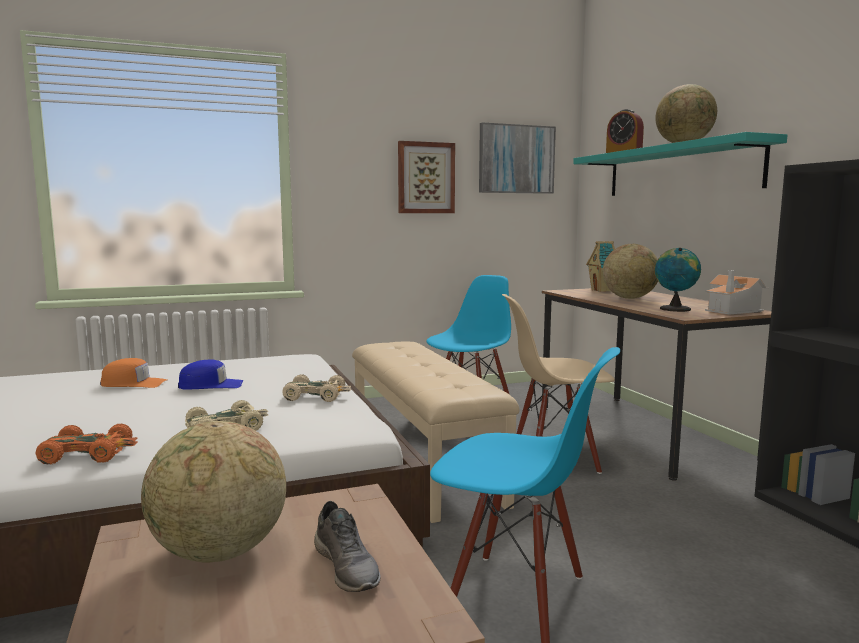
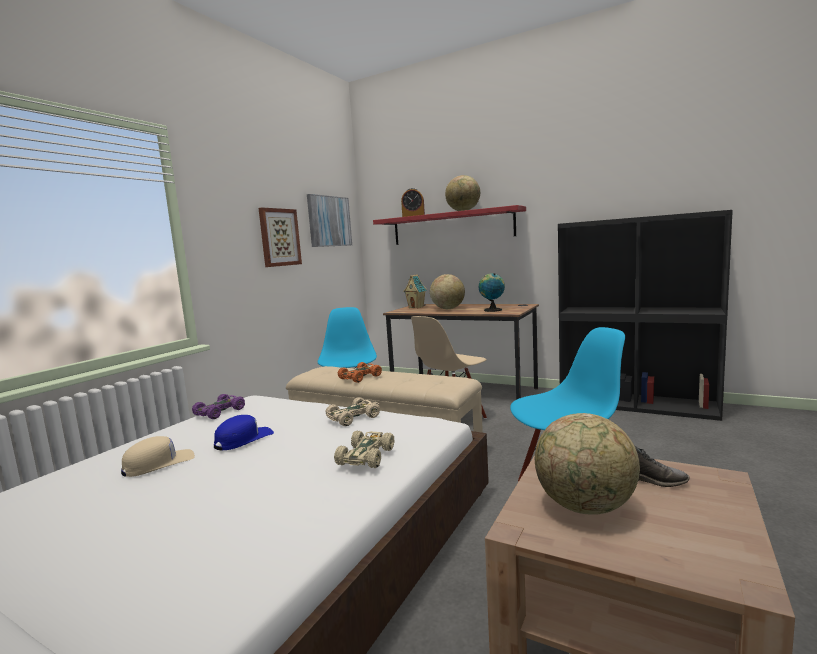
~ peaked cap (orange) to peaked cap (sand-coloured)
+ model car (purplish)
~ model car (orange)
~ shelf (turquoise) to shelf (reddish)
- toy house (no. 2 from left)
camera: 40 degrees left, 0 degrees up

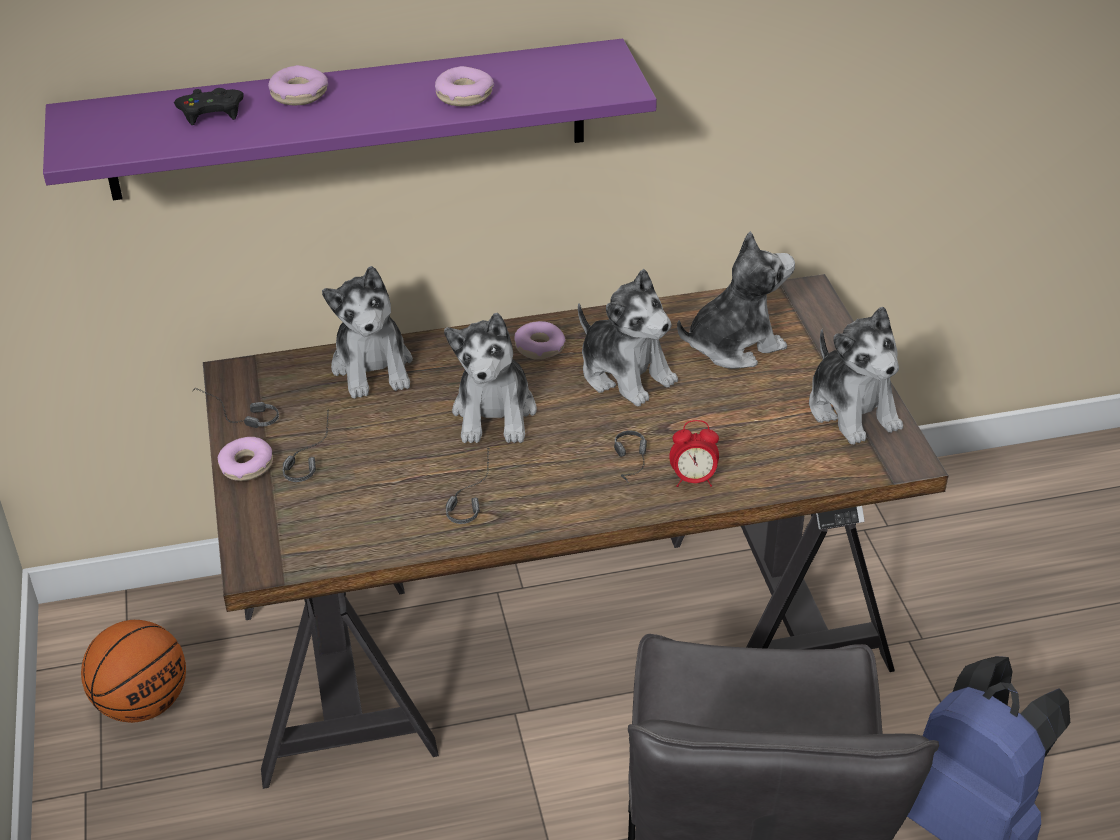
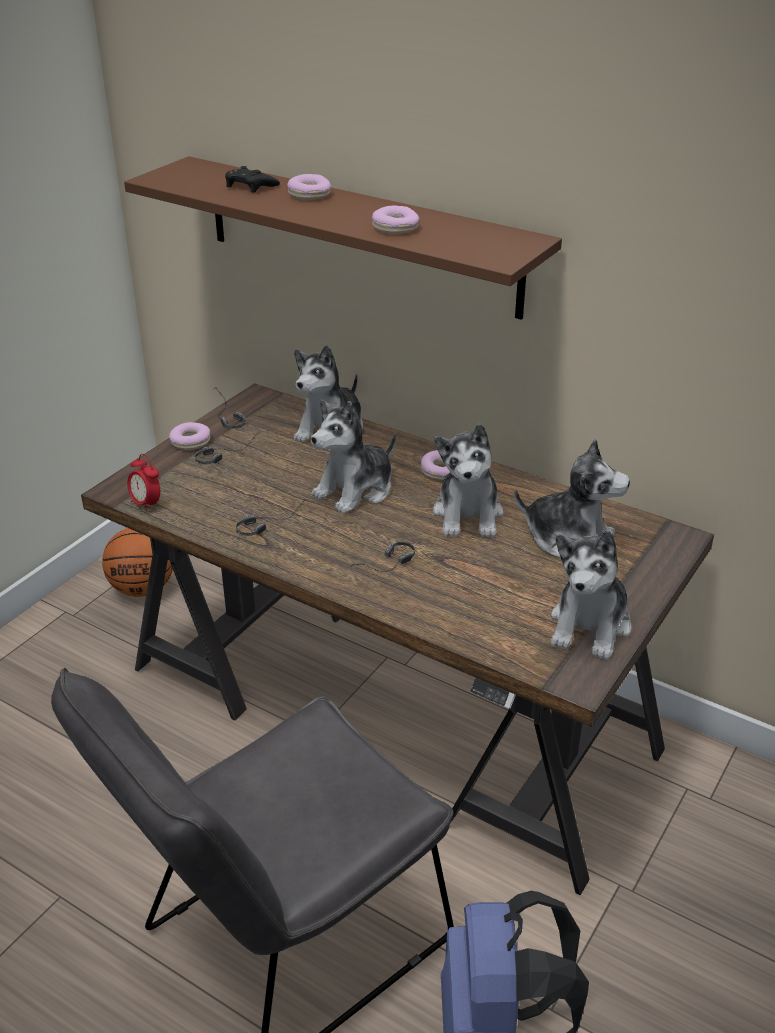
~ shelf (purplish) to shelf (brownish)
~ table clock
camera: 45 degrees right, 5 degrees down

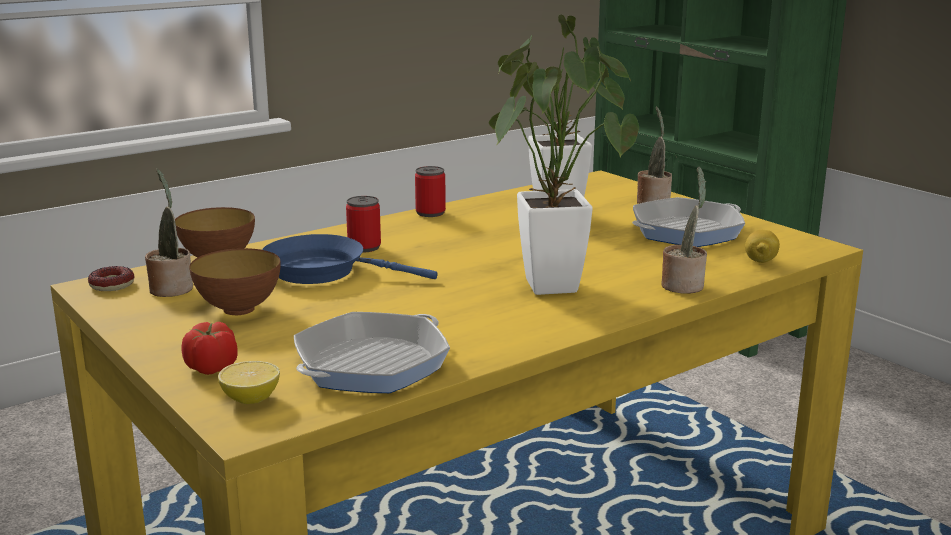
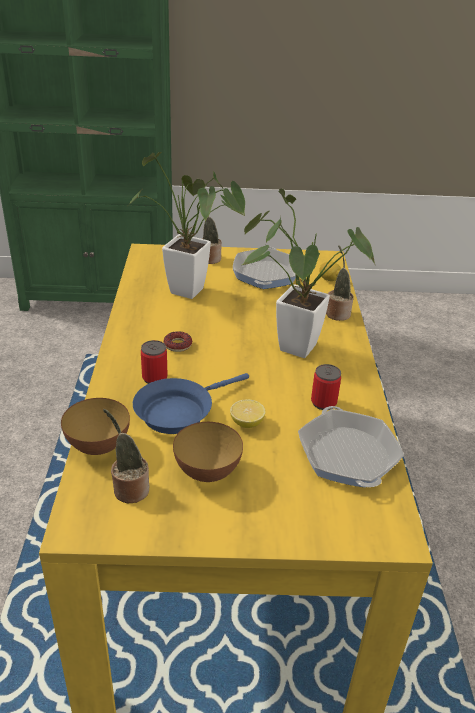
~ doughnut
~ whole lemon (no. 1 from left)
~ sealed can (no. 2 from left)
- tomato
camera: 55 degrees left, 15 degrees up

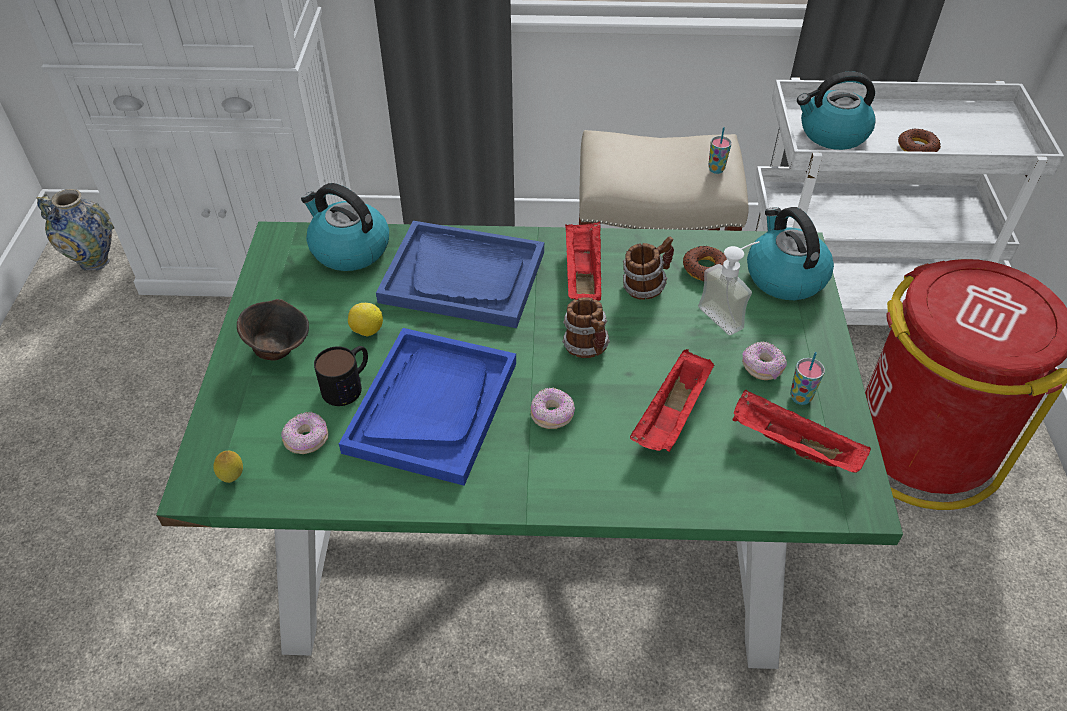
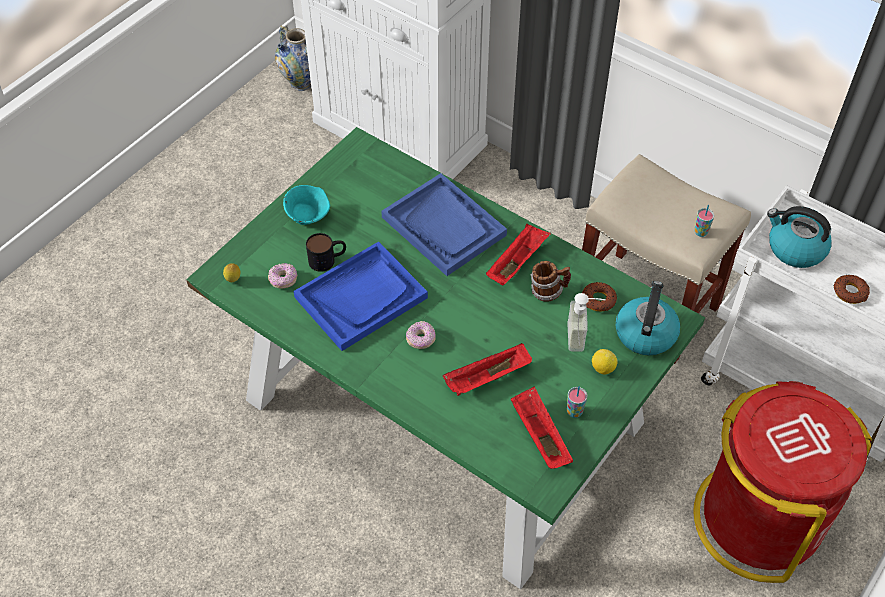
~ bowl (brownish) to bowl (turquoise)
~ whole lemon (no. 2 from left)
- tea kettle (no. 1 from left)
- tea mug (no. 2 from left)
- doughnut (no. 4 from left)
camera: 35 degrees right, 5 degrees up

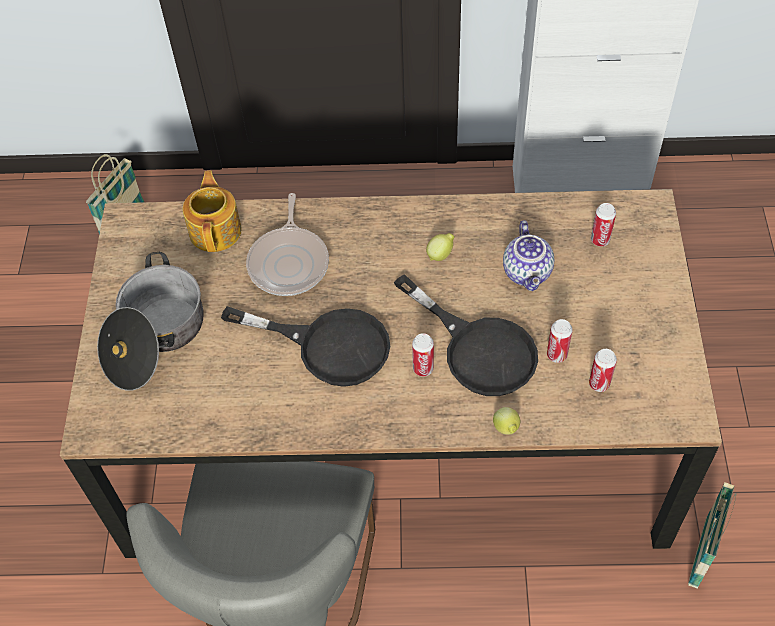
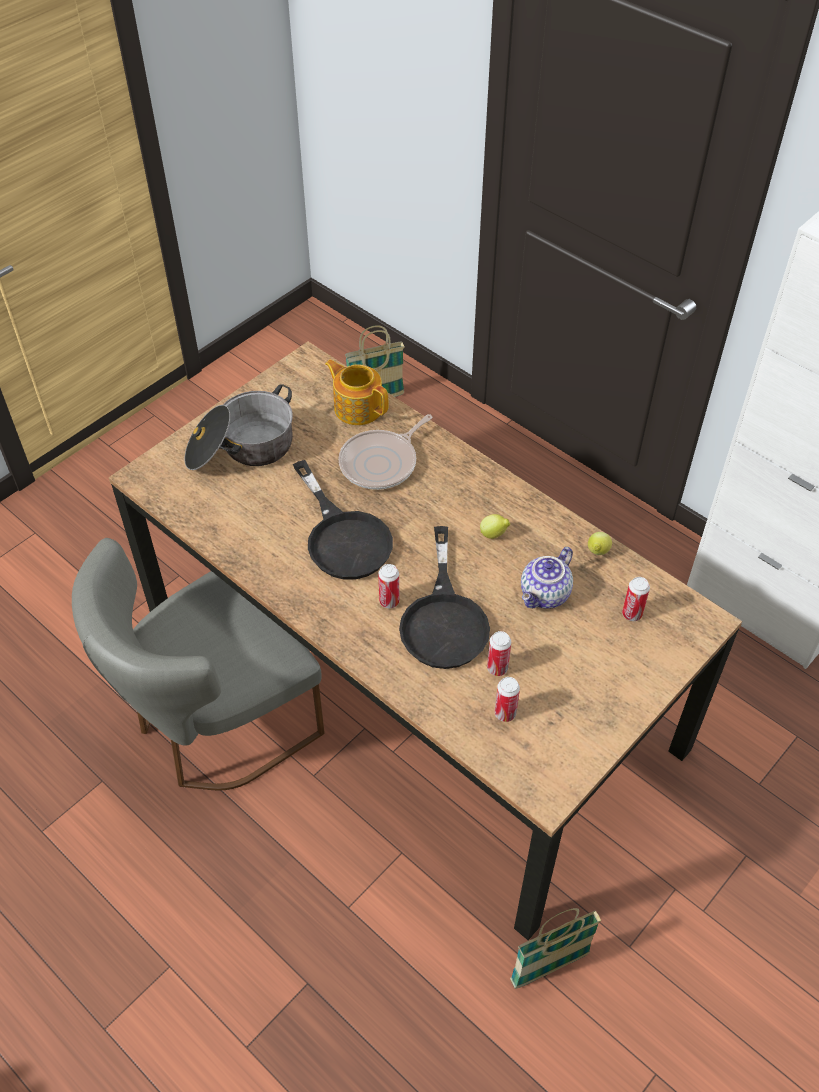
~ teapot (no. 1 from left) 90 degrees counterclockwise
~ whole lemon (no. 2 from left)
camera: 40 degrees right, 5 degrees down

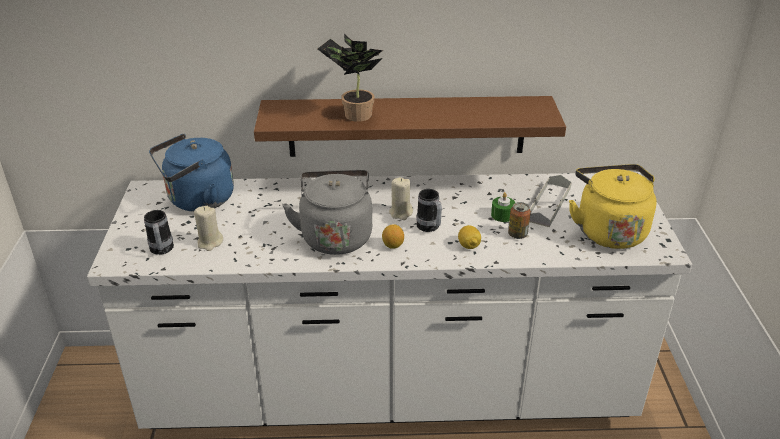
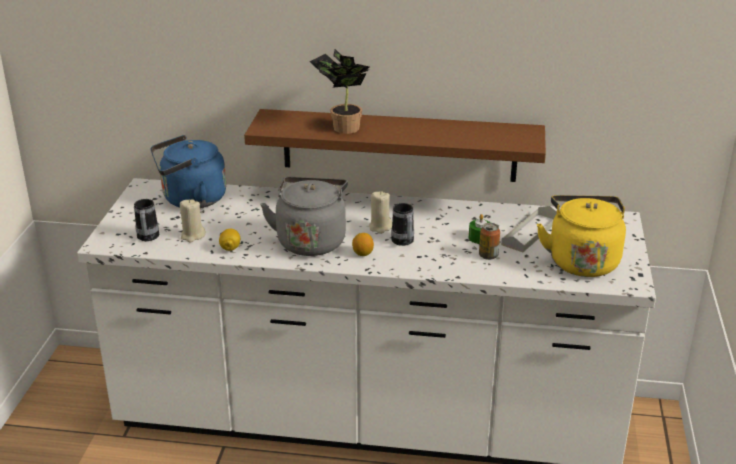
~ whole lemon (no. 2 from left in the first image) to whole lemon (no. 1 from left)
camera: 10 degrees right, 5 degrees down

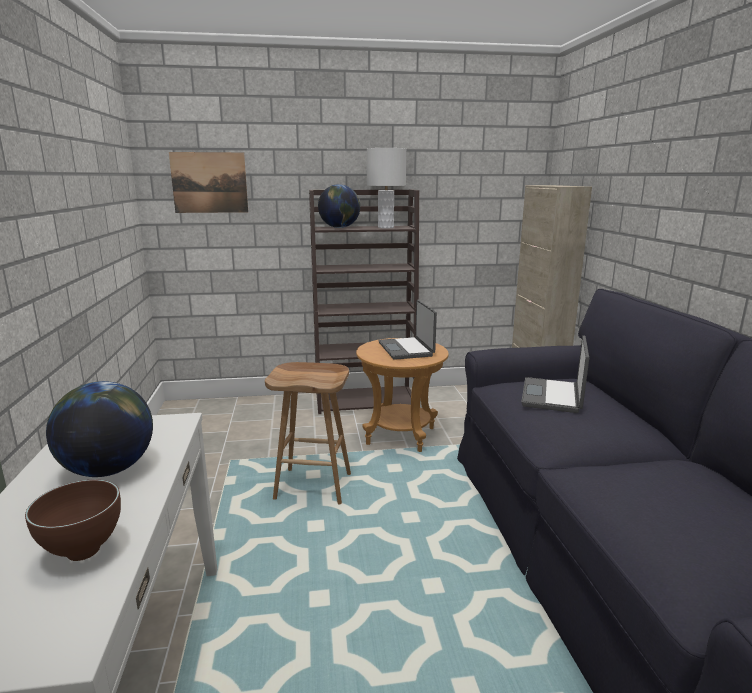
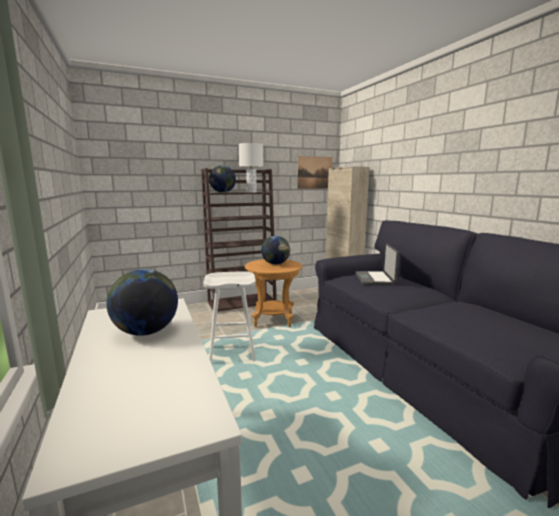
~ stool seat (brownish) to stool seat (whitish)
~ portable computer (no. 1 from left) to world globe (no. 3 from left)
~ picture
- bowl (brownish)
camera: 15 degrees left, 5 degrees down

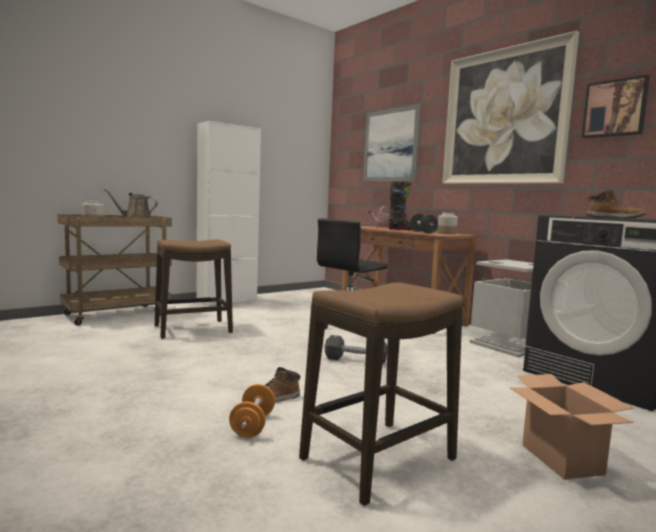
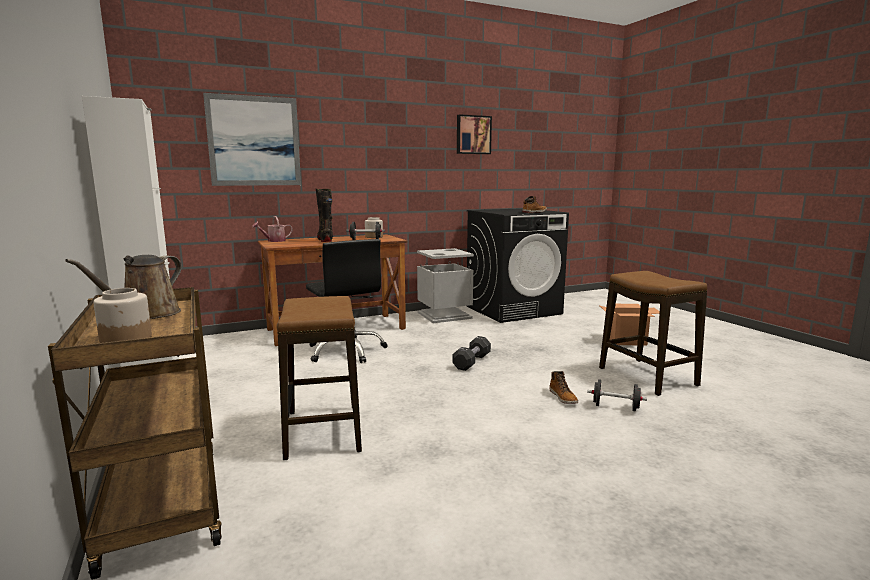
~ free weight (orange) to free weight (blackish) (no. 3 from left)
- picture (no. 2 from left)
camera: 75 degrees left, 5 degrees up

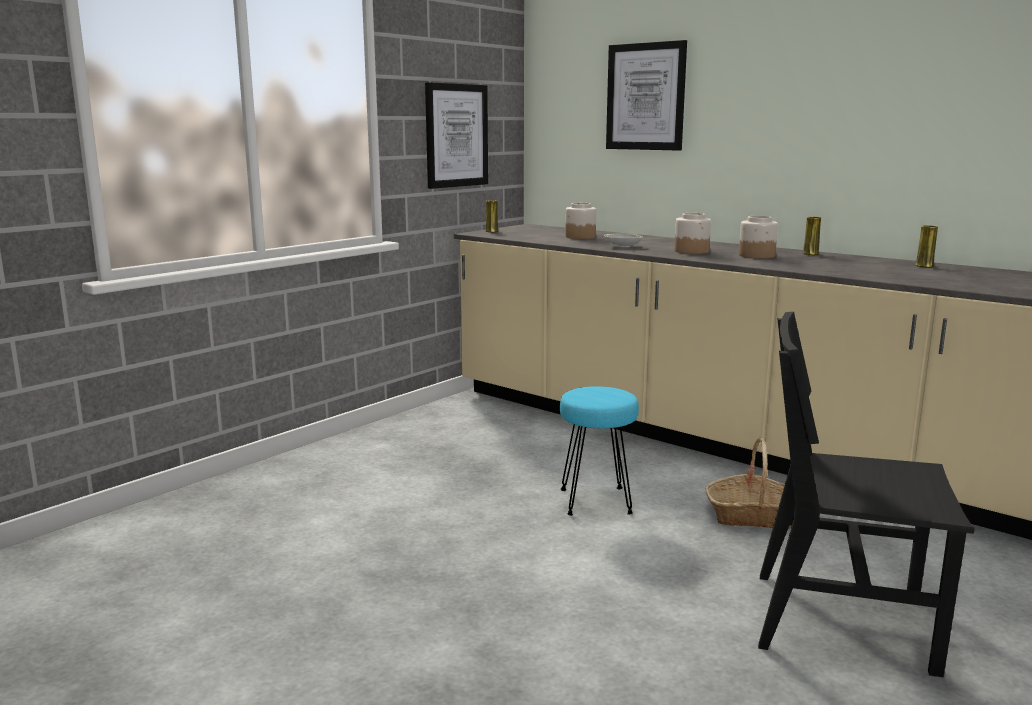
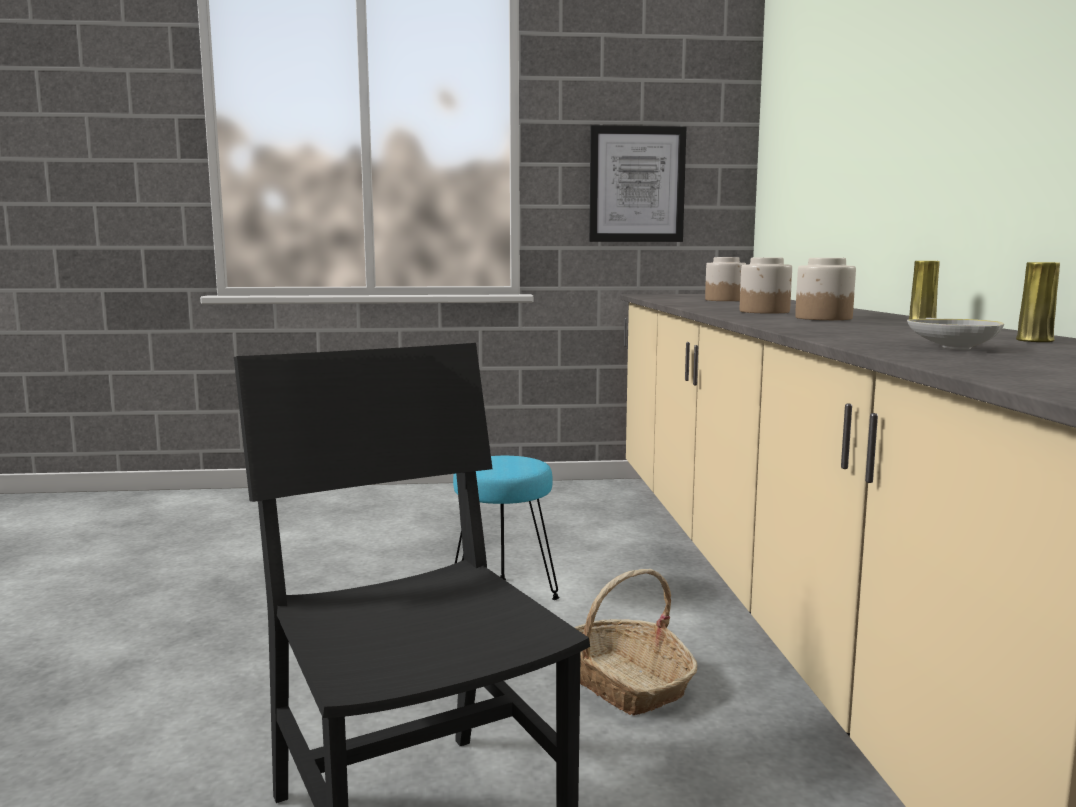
~ bowl (whitish)
- flower vase (yellow) (no. 1 from left)
- picture (no. 2 from left)
camera: 45 degrees right, 5 degrees down

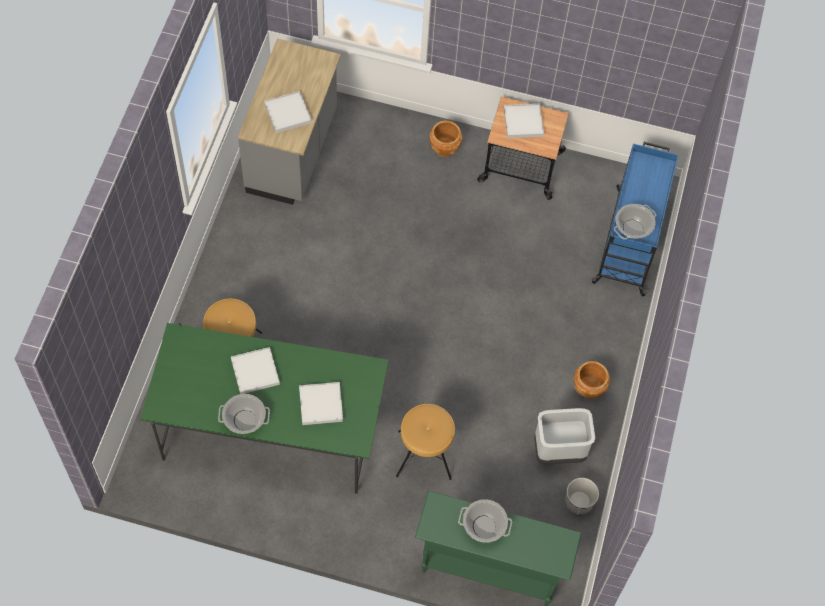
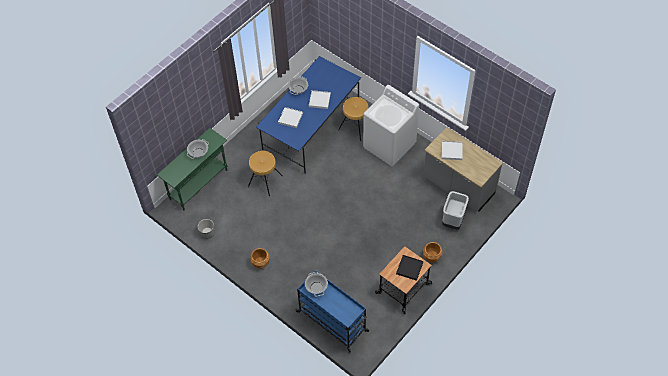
~ dinner table (green-coloured) to dinner table (blue-coloured)
+ laundry appliance (whitish)
~ tray (whitish) (no. 4 from left) to tray (blackish)
~ waste bin (gray)
camera: 120 degrees right, 5 degrees down

